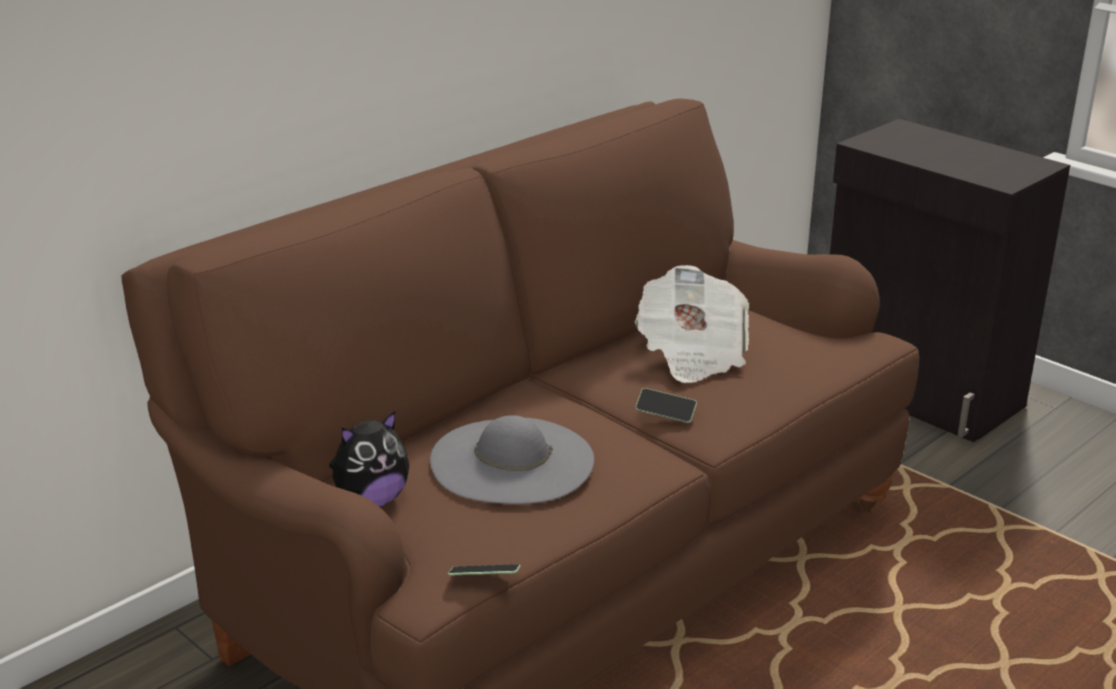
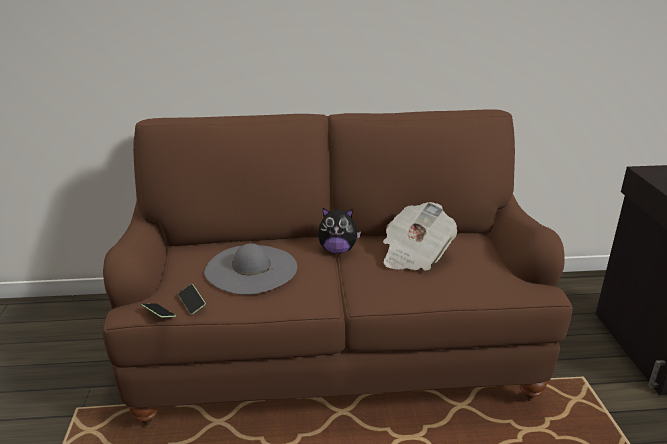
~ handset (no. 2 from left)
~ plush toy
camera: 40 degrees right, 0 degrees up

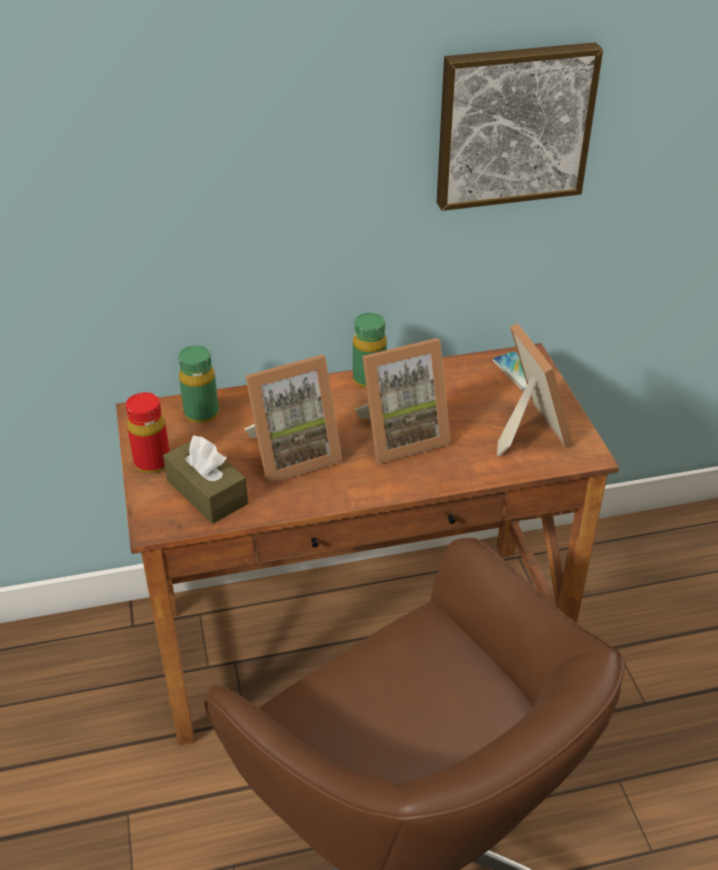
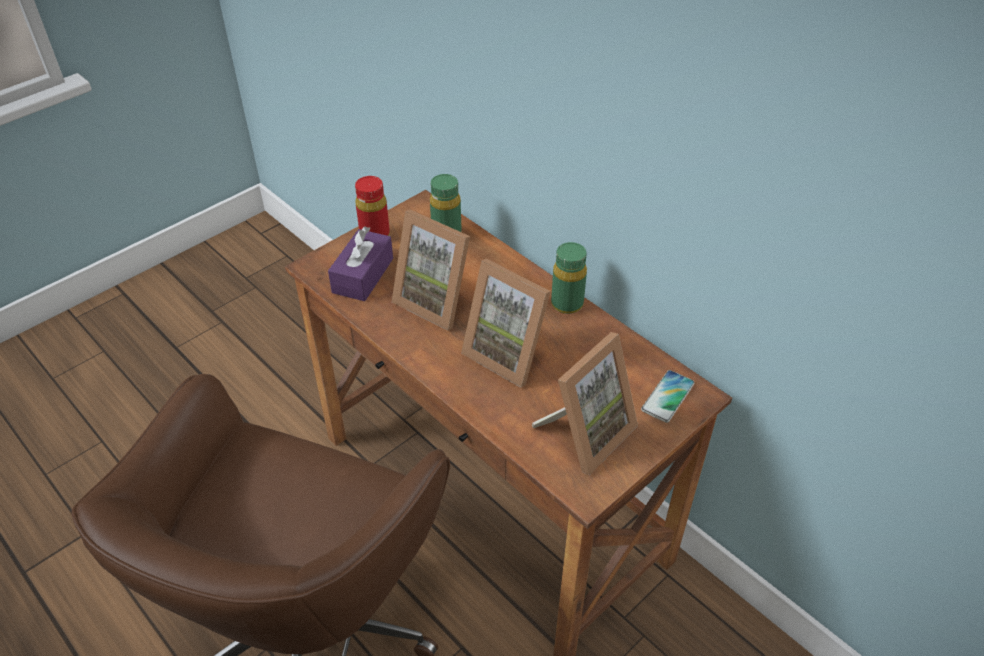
~ box of tissues (brownish) to box of tissues (purplish)
- picture
camera: 60 degrees right, 5 degrees up

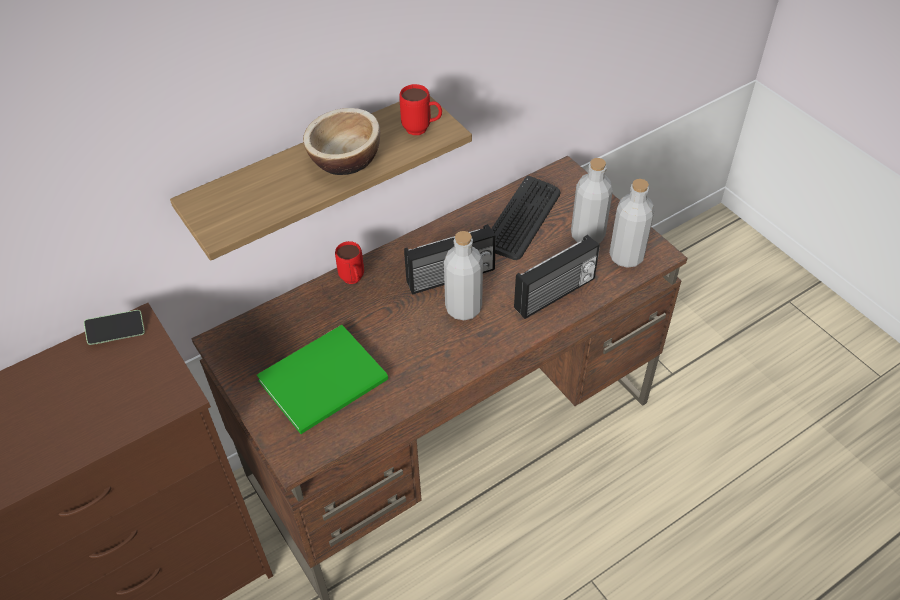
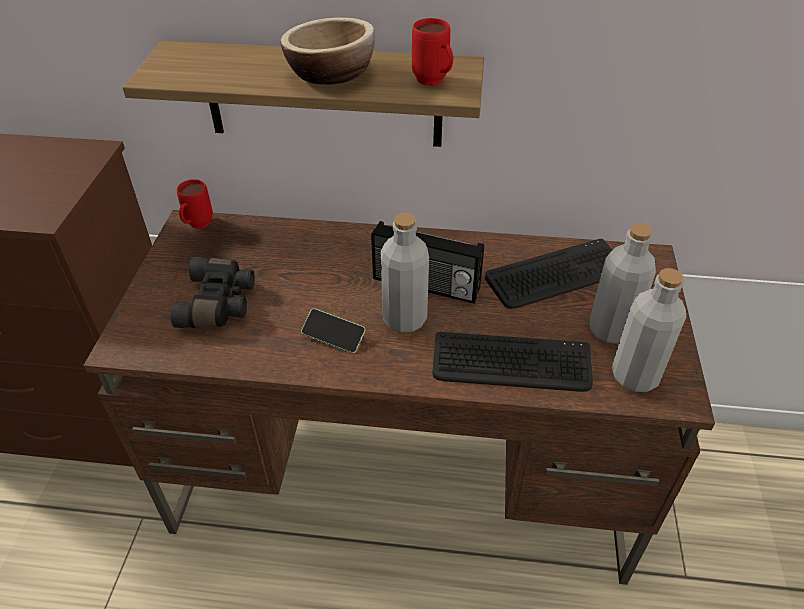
~ volume (green-coloured) to pair of binoculars (blackish)
~ tea mug (reddish) (no. 1 from left)
~ handset
~ radio set (no. 2 from left) to keyboard (no. 1 from left)
camera: 40 degrees right, 5 degrees down

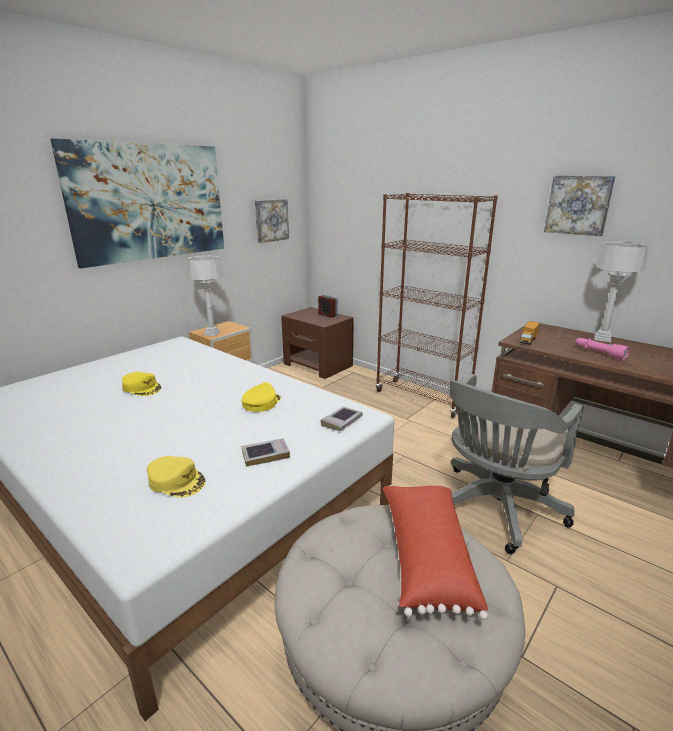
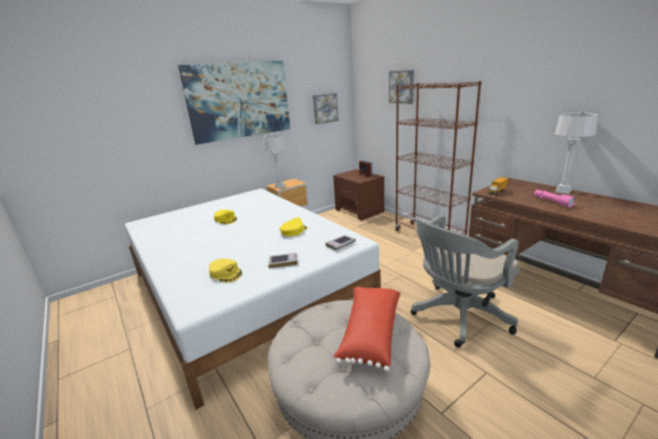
~ picture (no. 3 from left)
camera: 15 degrees right, 0 degrees up

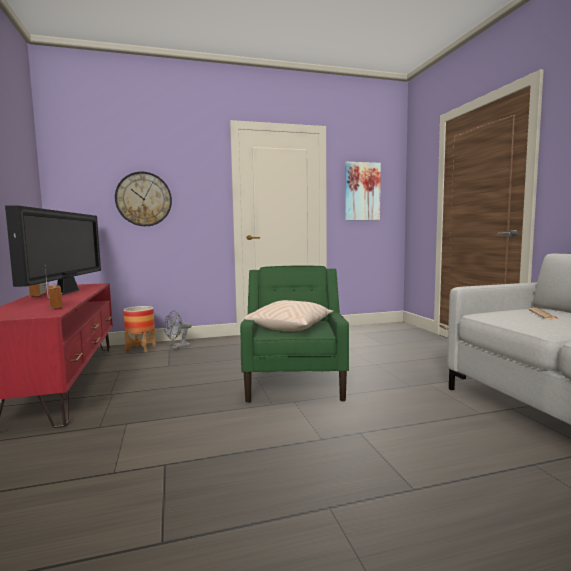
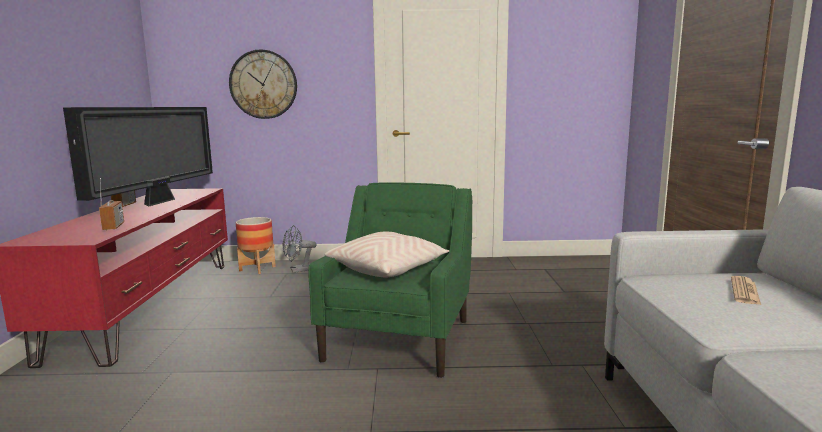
- picture
camera: 15 degrees right, 5 degrees up

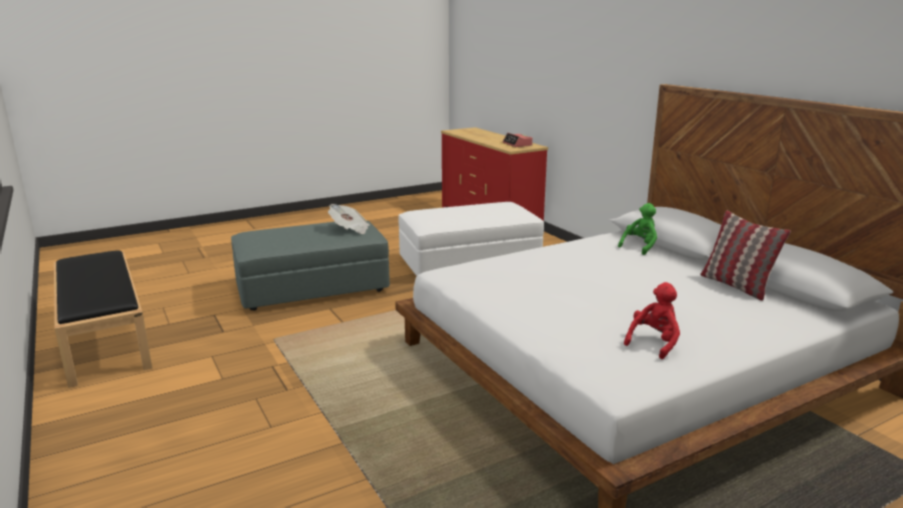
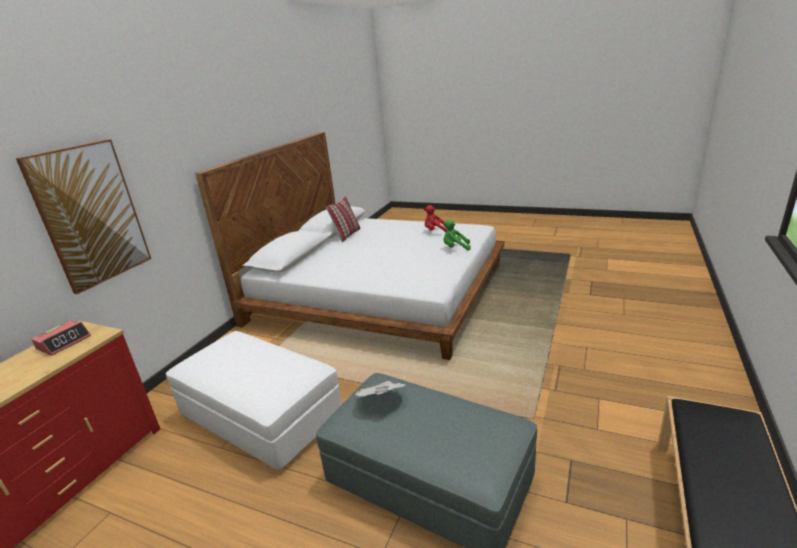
+ picture
~ plush toy (green-coloured)
camera: 125 degrees left, 5 degrees up

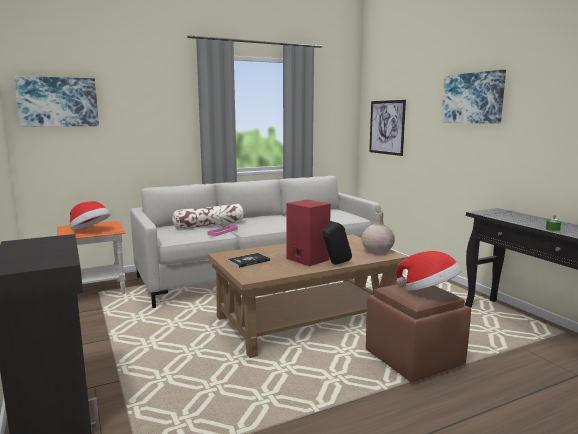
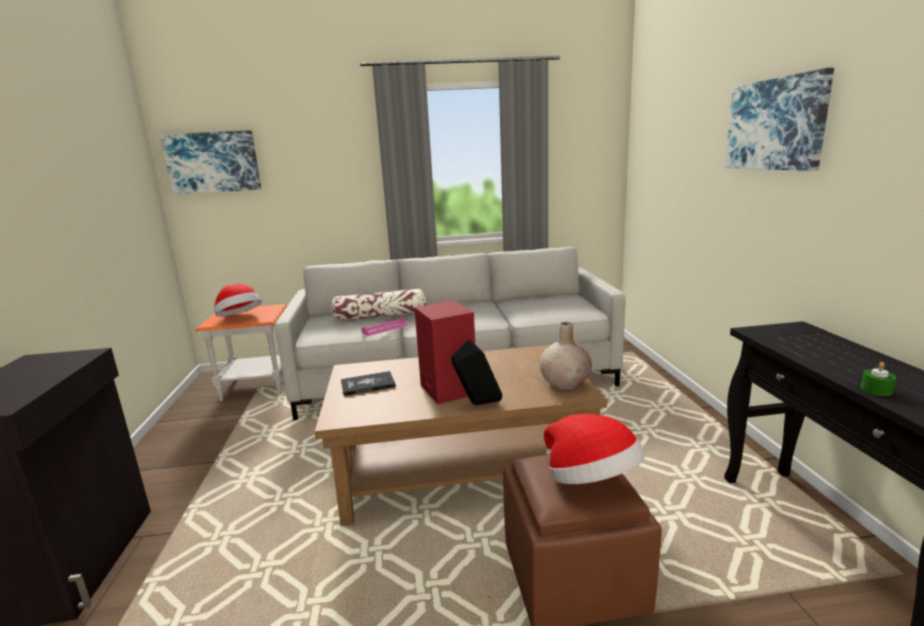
- picture (no. 2 from left)
camera: 20 degrees right, 5 degrees up

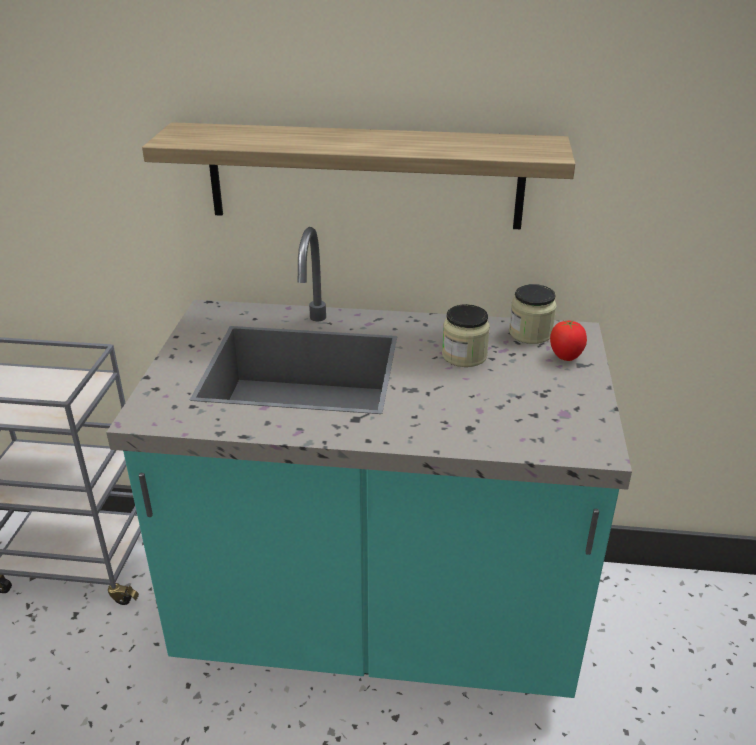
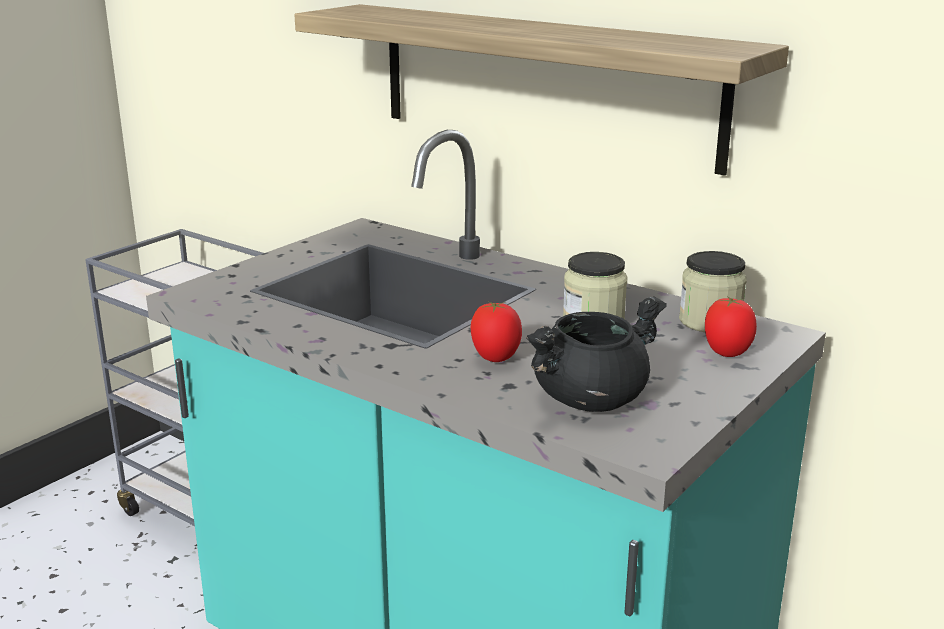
+ tomato (no. 1 from left)
+ stockpot (blackish)
camera: 30 degrees right, 10 degrees down

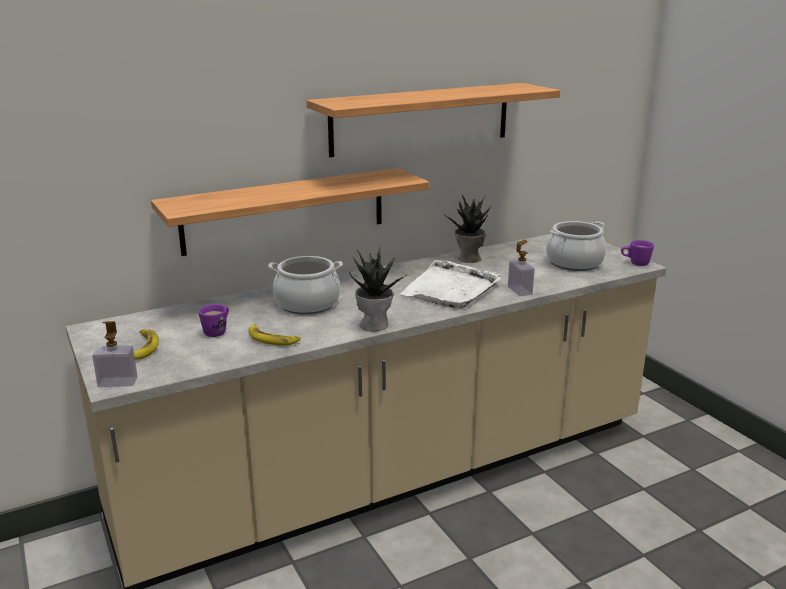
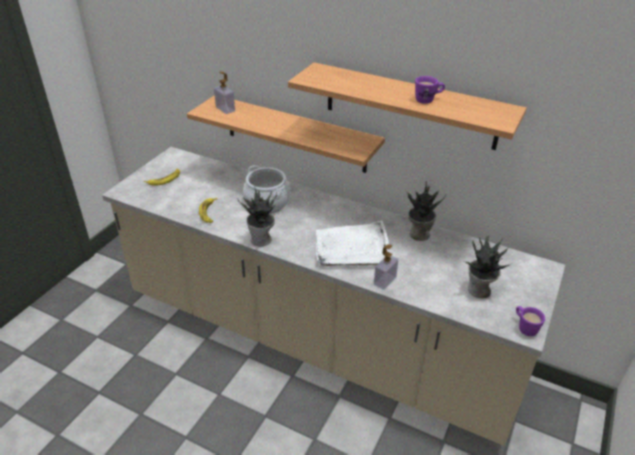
~ soap dispenser (no. 1 from left)
~ tea mug (purplish) (no. 1 from left)
~ stockpot (no. 2 from left) to potted plant (no. 3 from left)
camera: 55 degrees right, 15 degrees up

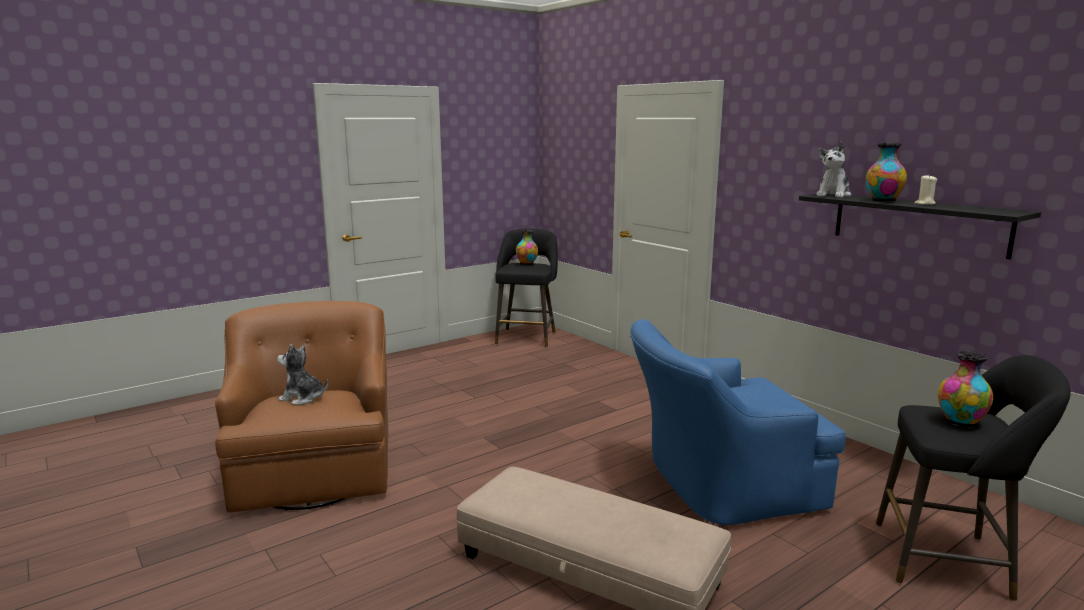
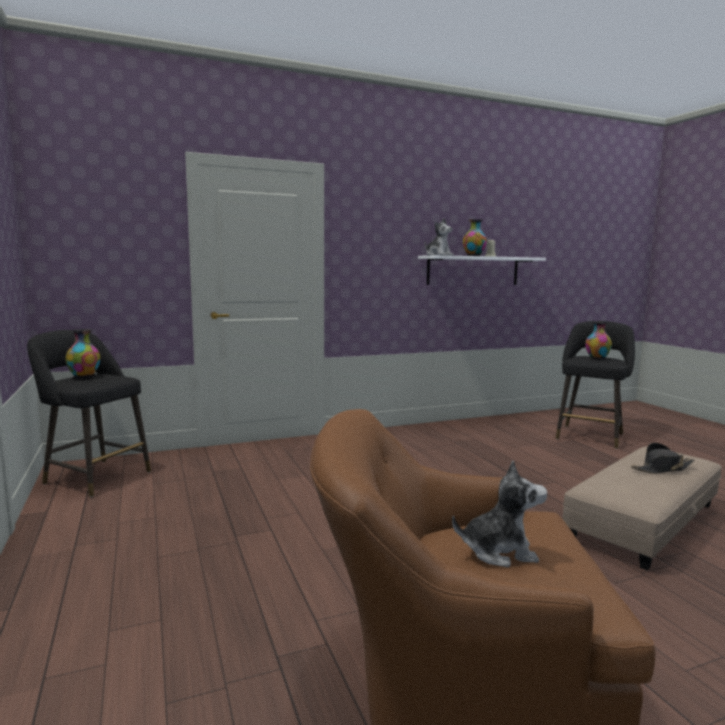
~ shelf (blackish) to shelf (whitish)
~ plush toy (no. 1 from left in the first image) 120 degrees counterclockwise
+ clothing hat (blackish)
- lounge chair (blue-coloured)
camera: 75 degrees left, 5 degrees down

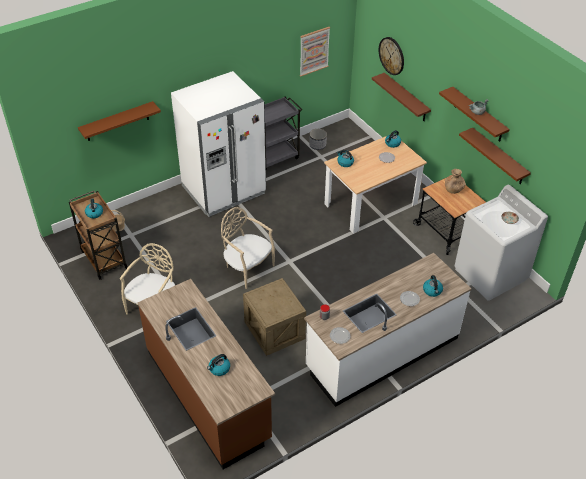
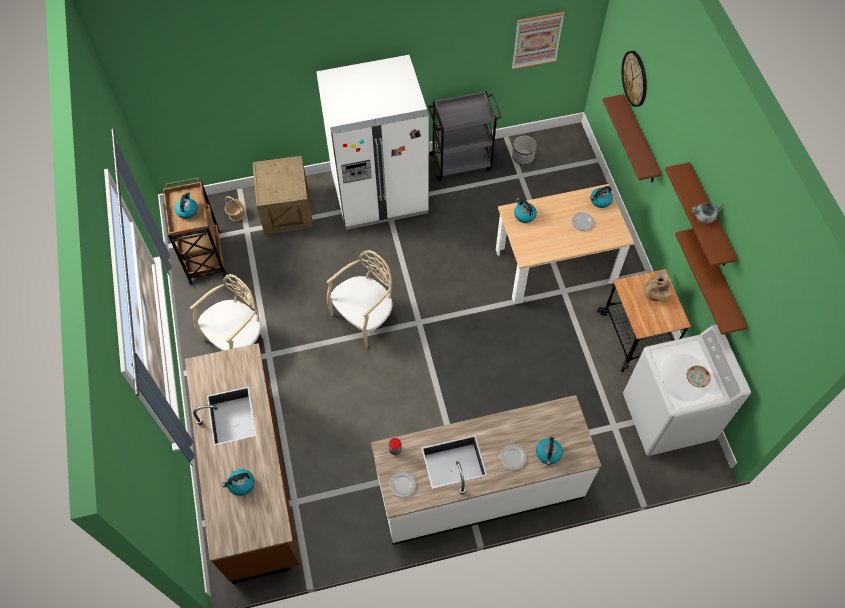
~ crate
~ upright chair (sand-coloured) (no. 2 from left) 75 degrees clockwise
- shelf (brownish) (no. 1 from left)
camera: 20 degrees right, 15 degrees up

